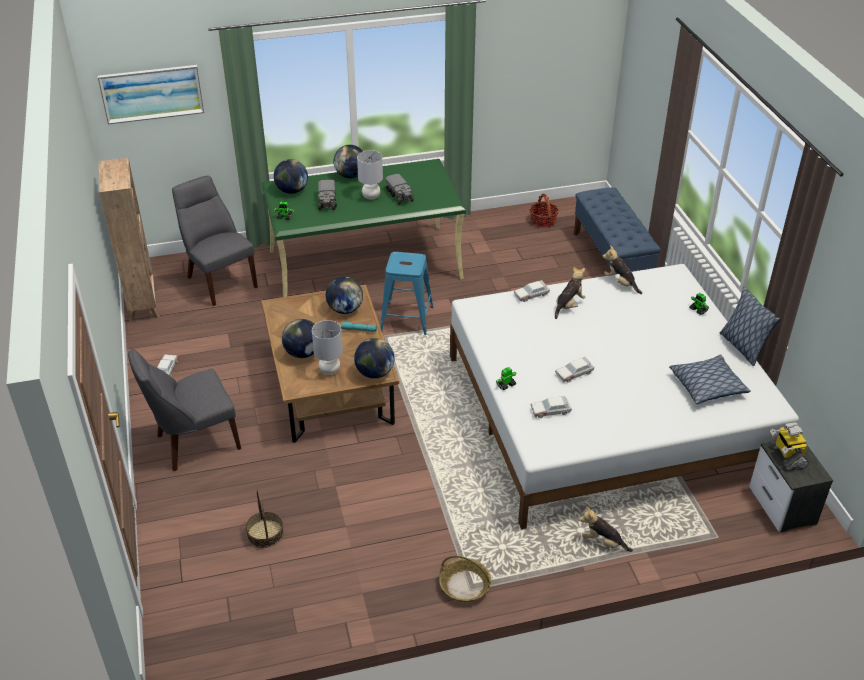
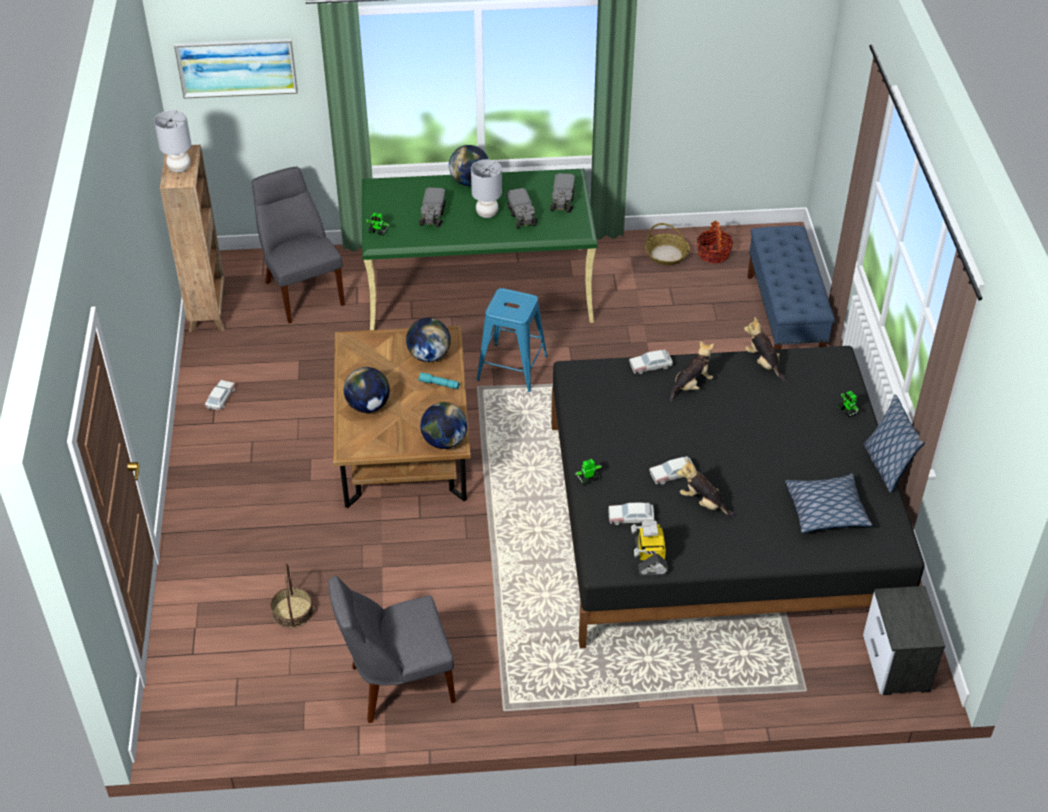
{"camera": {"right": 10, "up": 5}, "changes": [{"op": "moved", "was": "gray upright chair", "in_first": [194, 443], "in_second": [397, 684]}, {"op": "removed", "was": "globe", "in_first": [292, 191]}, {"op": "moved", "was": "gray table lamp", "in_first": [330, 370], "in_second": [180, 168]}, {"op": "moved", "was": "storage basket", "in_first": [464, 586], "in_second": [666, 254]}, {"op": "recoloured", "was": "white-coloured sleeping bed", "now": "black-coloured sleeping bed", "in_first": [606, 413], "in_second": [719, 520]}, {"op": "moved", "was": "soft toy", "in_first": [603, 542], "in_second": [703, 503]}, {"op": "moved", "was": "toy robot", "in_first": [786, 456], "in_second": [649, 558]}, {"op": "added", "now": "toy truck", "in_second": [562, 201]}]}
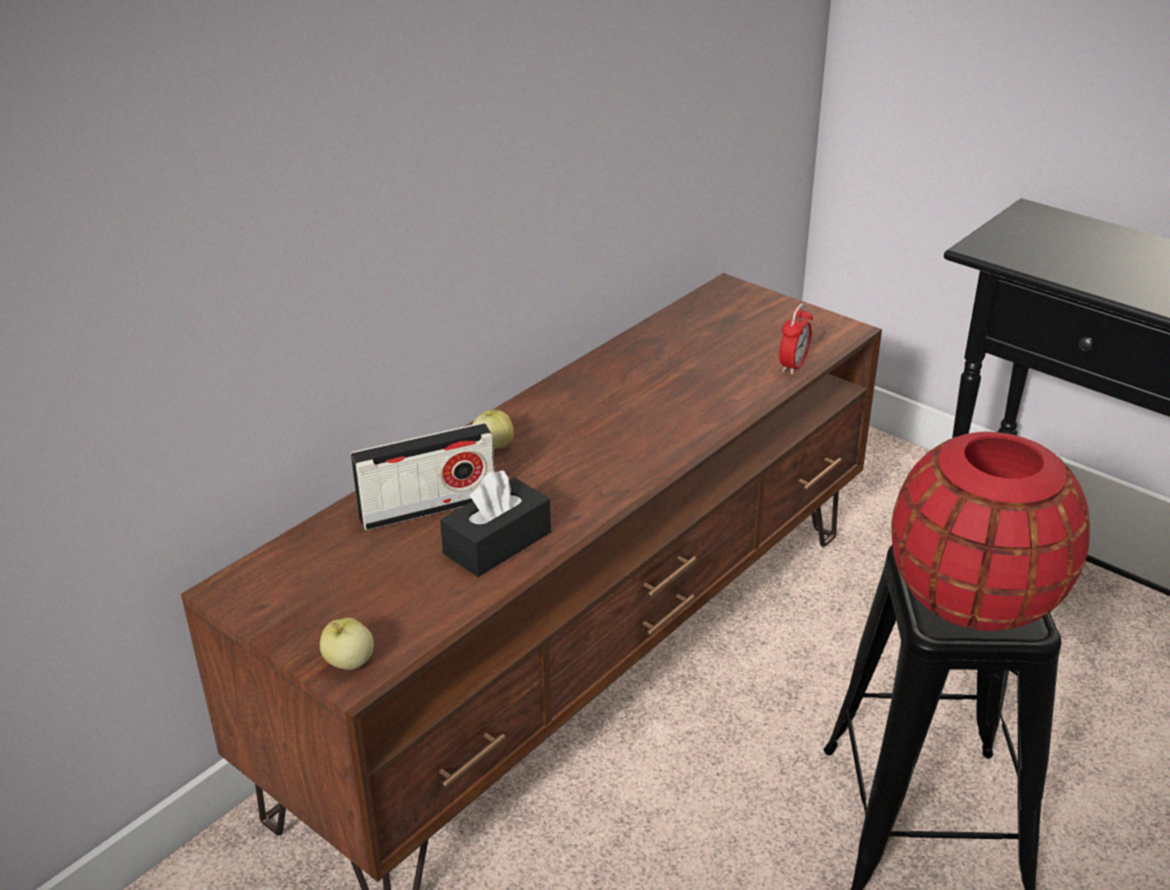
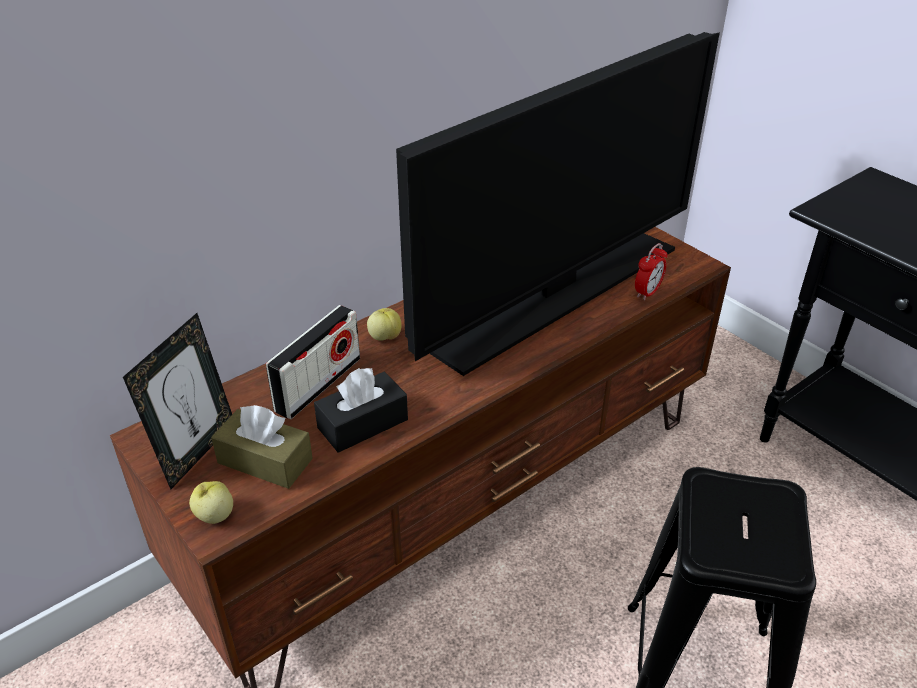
{"camera": {"right": 10, "up": 5}, "changes": [{"op": "turned", "was": "radio set", "in_first": [428, 507], "in_second": [318, 384], "clockwise": -45}, {"op": "removed", "was": "red-coloured decorative vase", "in_first": [975, 598]}, {"op": "added", "now": "photo frame", "in_second": [197, 452]}, {"op": "added", "now": "brown tissue holder", "in_second": [265, 461]}, {"op": "added", "now": "television", "in_second": [557, 296]}]}
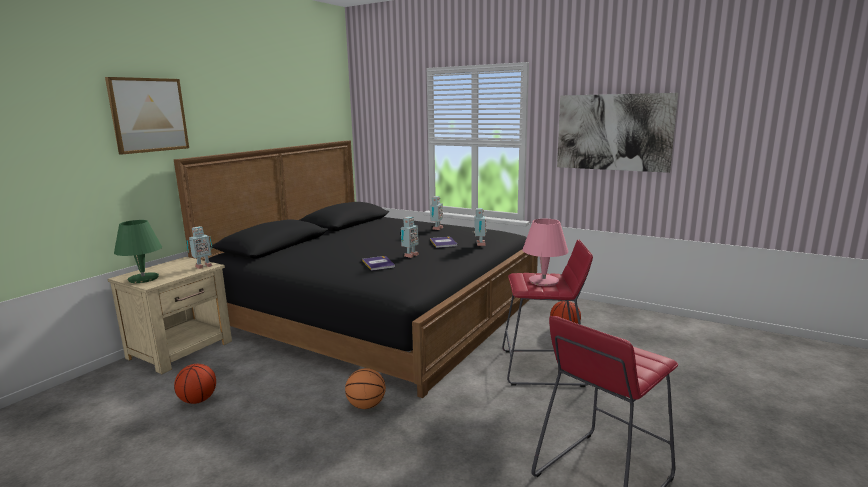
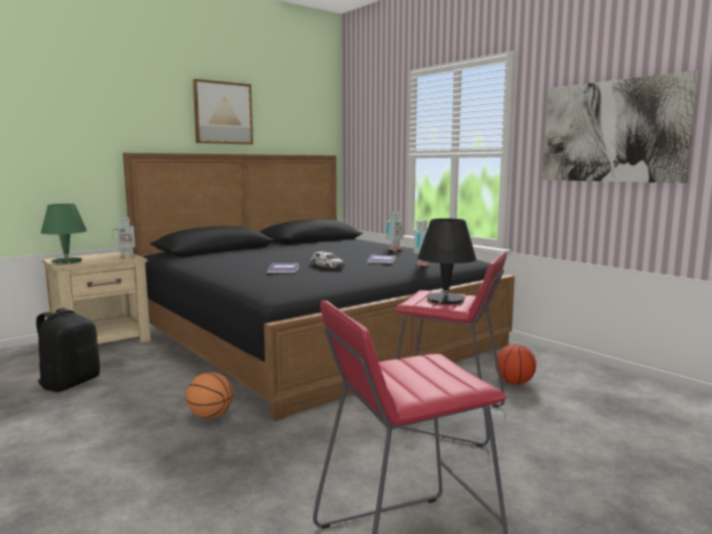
{"camera": {"right": 20, "up": -5}, "changes": [{"op": "moved", "was": "wall picture", "in_first": [148, 115], "in_second": [223, 113]}, {"op": "replaced", "was": "basketball ball", "now": "black-coloured rucksack", "in_first": [198, 400], "in_second": [70, 383]}, {"op": "replaced", "was": "toy robot", "now": "miniature car", "in_first": [410, 255], "in_second": [327, 266]}, {"op": "recoloured", "was": "pink-coloured table lamp", "now": "black-coloured table lamp", "in_first": [544, 281], "in_second": [446, 299]}]}
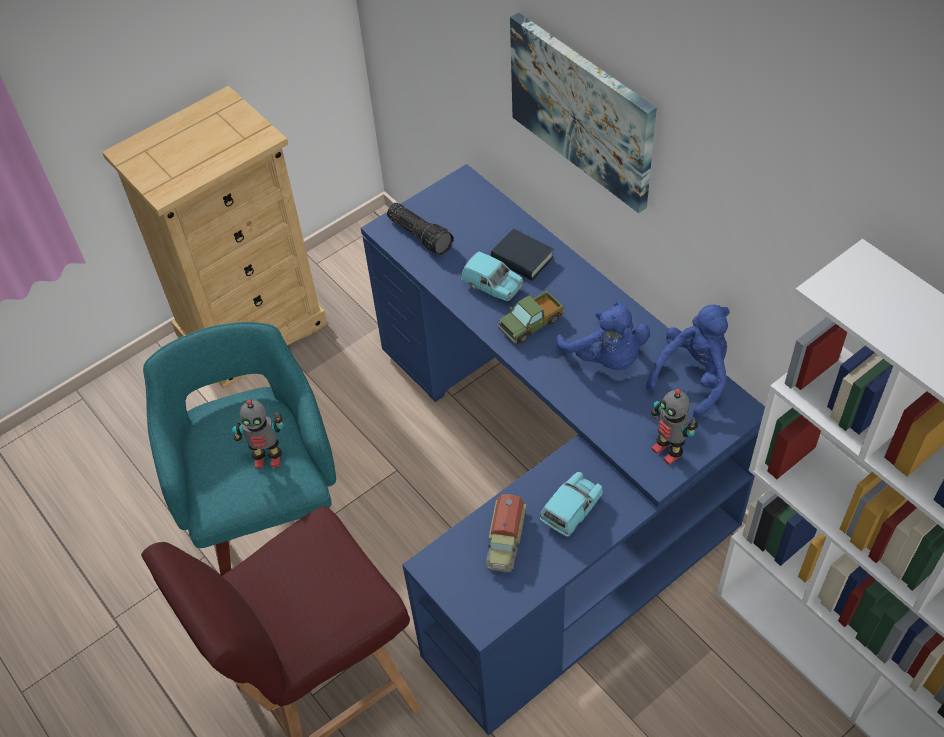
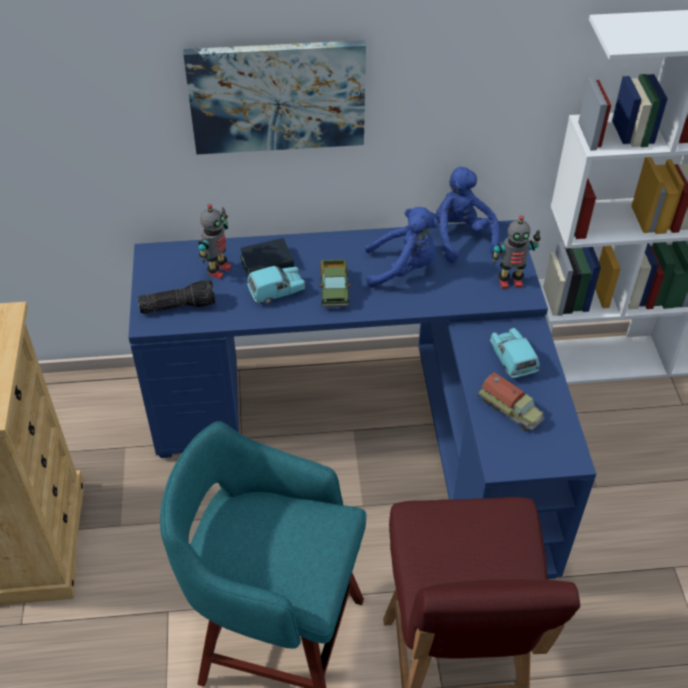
{"camera": {"right": -60, "up": -5}, "changes": [{"op": "moved", "was": "toy robot", "in_first": [268, 459], "in_second": [218, 270]}]}
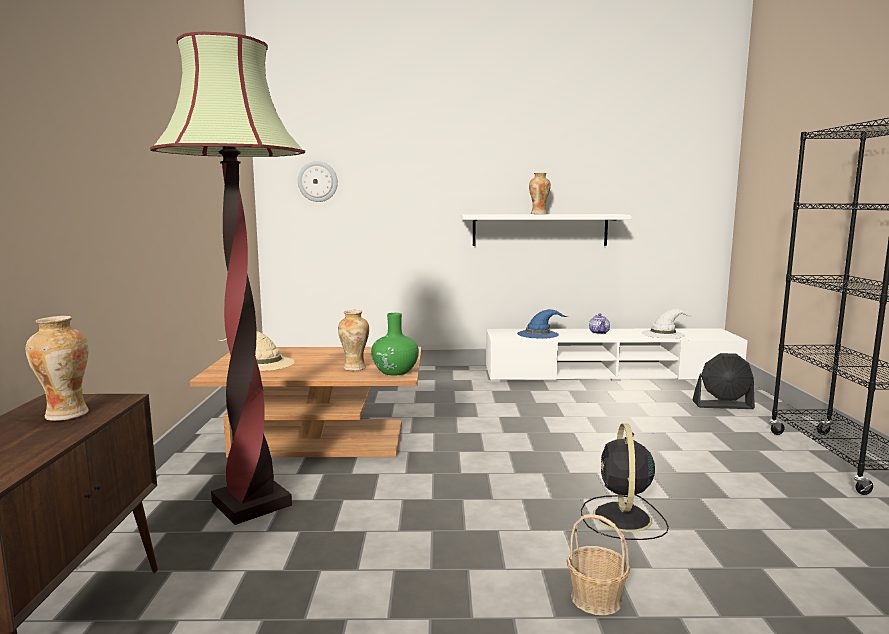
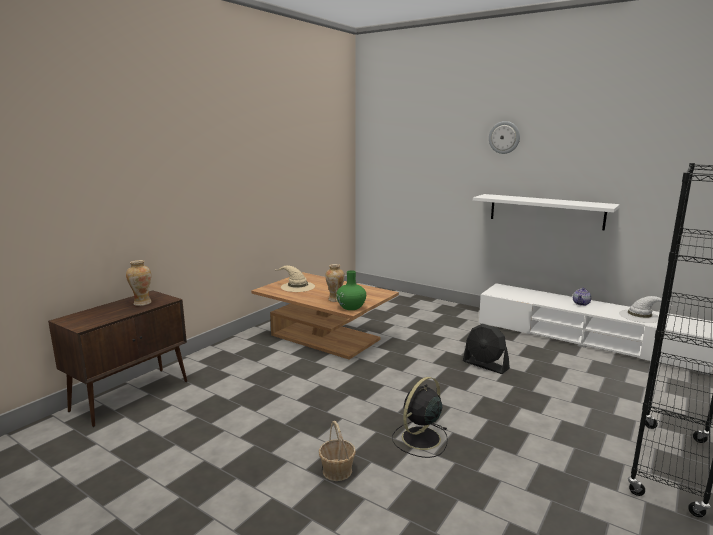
{"camera": {"right": 35, "up": 5}, "changes": [{"op": "removed", "was": "floor lamp", "in_first": [251, 503]}, {"op": "moved", "was": "wall clock", "in_first": [317, 181], "in_second": [504, 137]}, {"op": "removed", "was": "blue-coloured clothing hat", "in_first": [538, 334]}, {"op": "removed", "was": "decorative vase", "in_first": [539, 214]}, {"op": "moved", "was": "black-coloured cooling fan", "in_first": [723, 405], "in_second": [485, 365]}]}
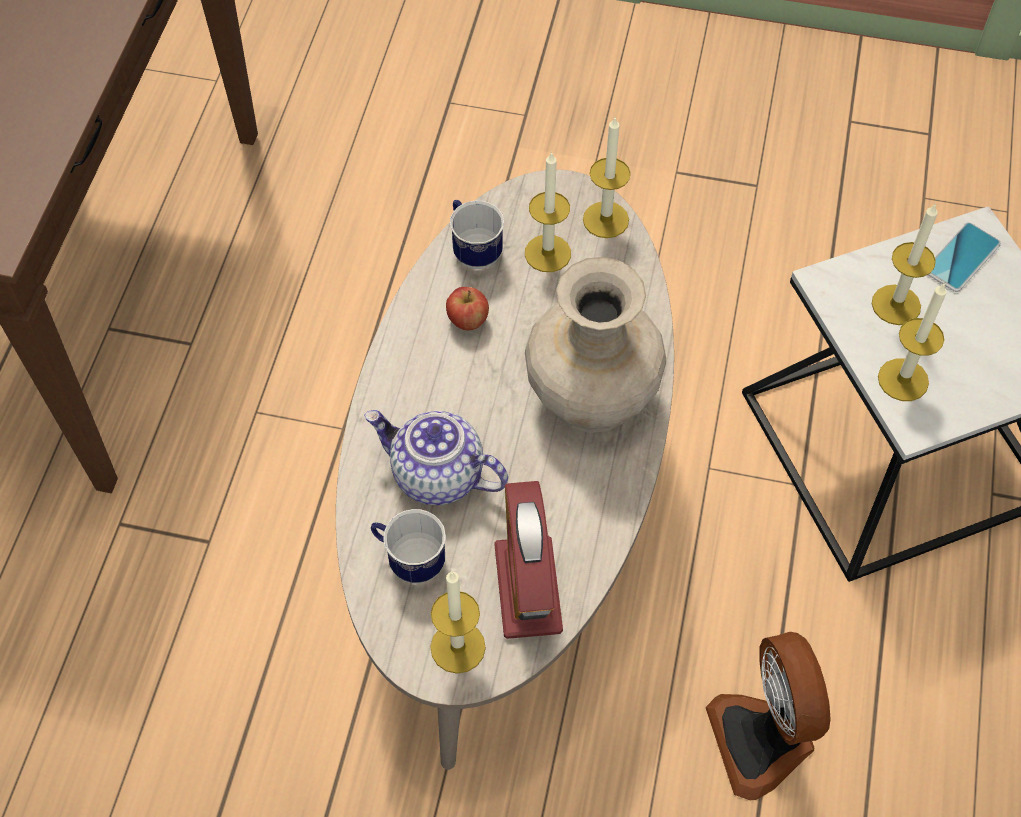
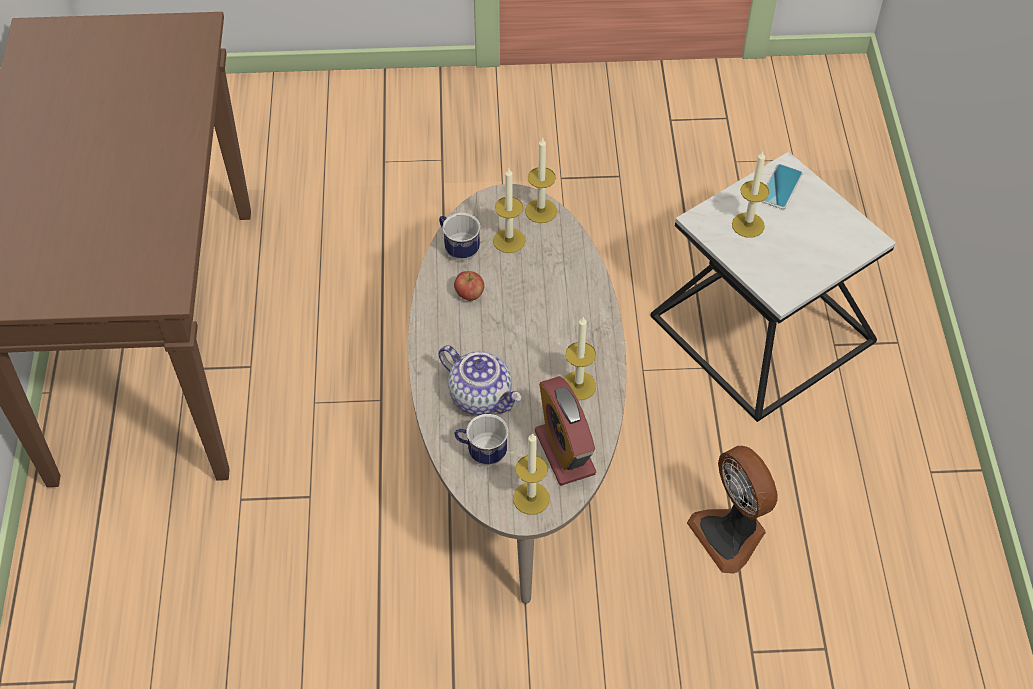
{"camera": {"right": -15, "up": -5}, "changes": [{"op": "turned", "was": "teapot", "in_first": [436, 475], "in_second": [481, 397], "clockwise": -150}, {"op": "removed", "was": "sand-coloured decorative vase", "in_first": [592, 396]}, {"op": "moved", "was": "wax light", "in_first": [903, 380], "in_second": [578, 385]}]}
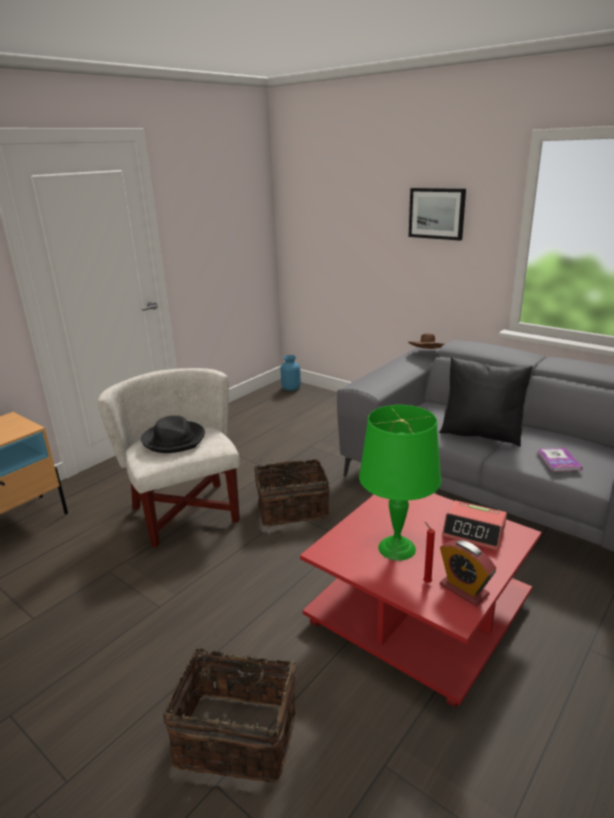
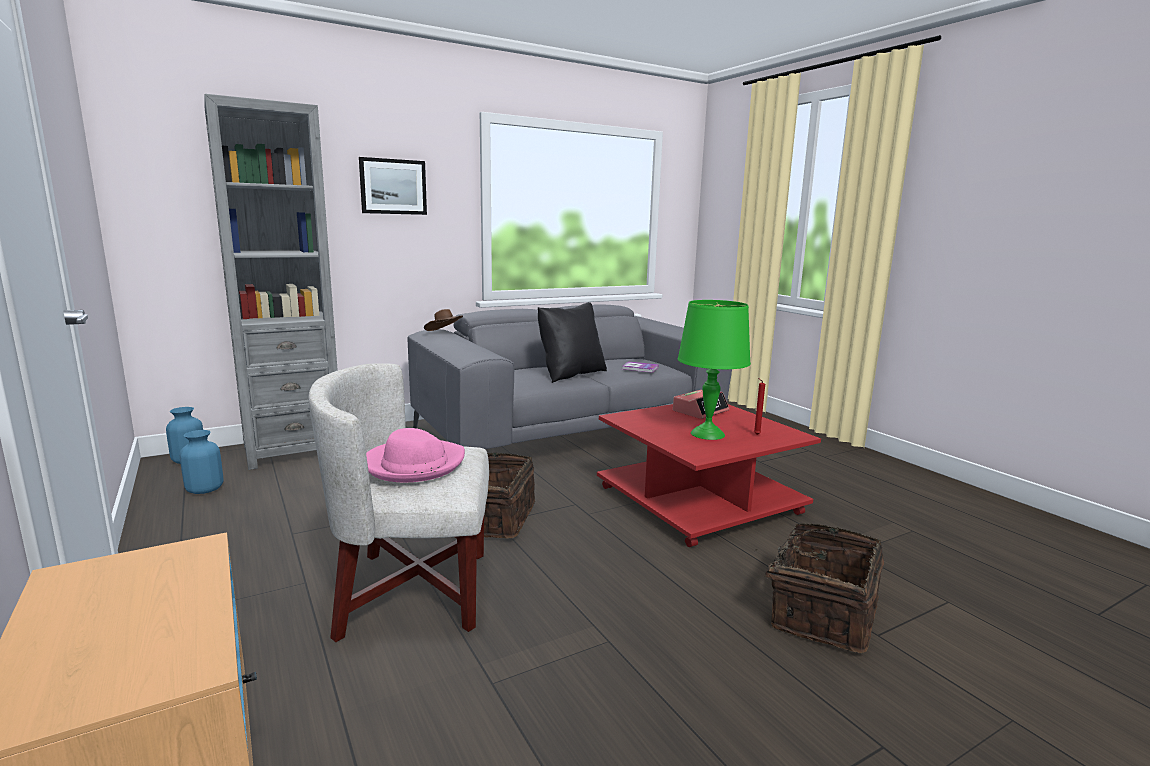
{"camera": {"right": -70, "up": -10}, "changes": [{"op": "recoloured", "was": "black-coloured clothing hat", "now": "pink-coloured clothing hat", "in_first": [174, 439], "in_second": [414, 464]}, {"op": "removed", "was": "table clock", "in_first": [464, 590]}, {"op": "added", "now": "blue-coloured decorative vase", "in_second": [204, 489]}, {"op": "added", "now": "gray bookshelf", "in_second": [293, 450]}]}
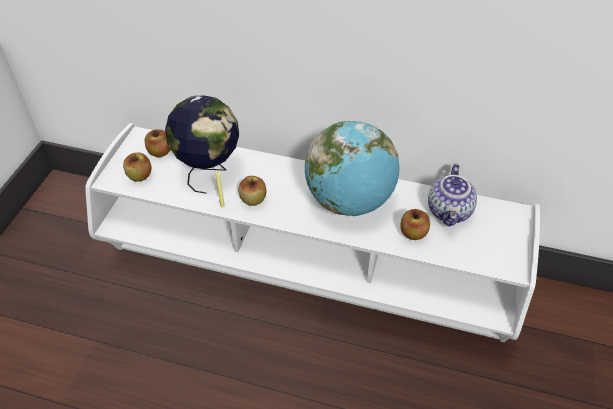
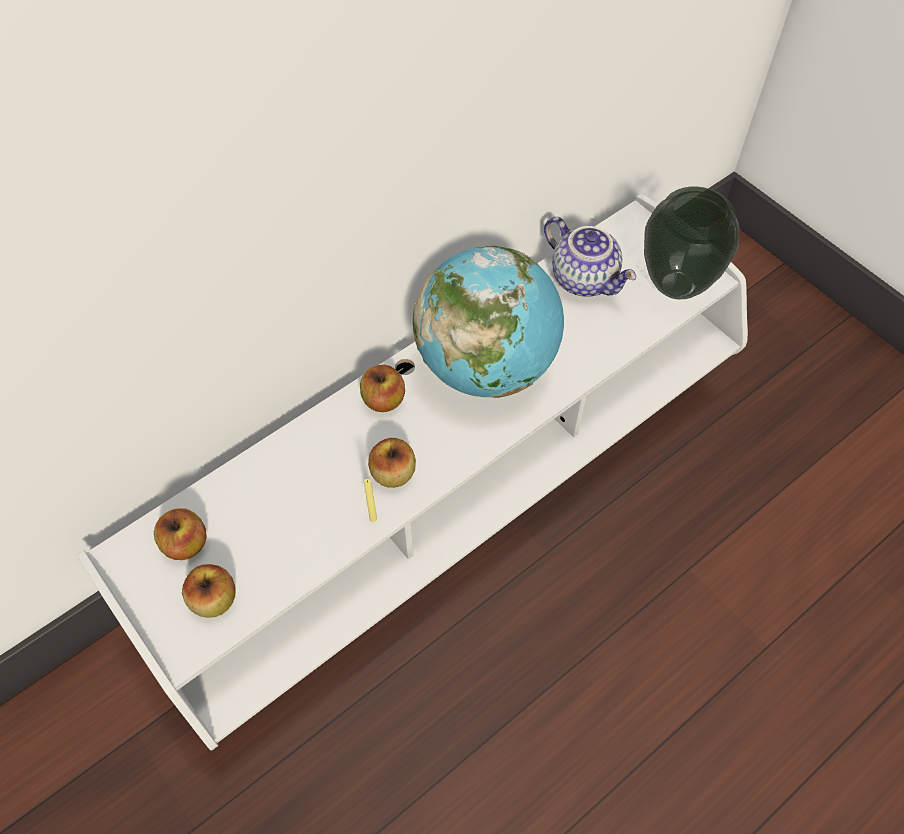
{"camera": {"right": -55, "up": 10}, "changes": [{"op": "removed", "was": "globe", "in_first": [209, 171]}, {"op": "moved", "was": "apple fruit", "in_first": [413, 233], "in_second": [384, 400]}, {"op": "added", "now": "decorative vase", "in_second": [674, 285]}]}
